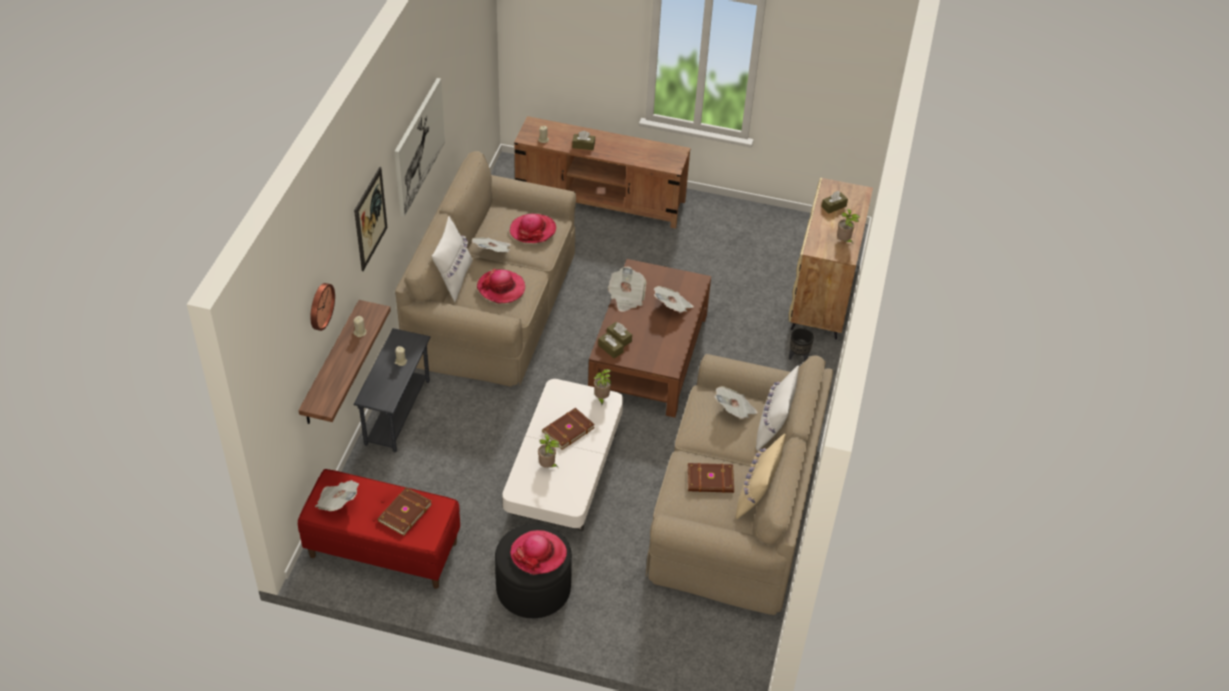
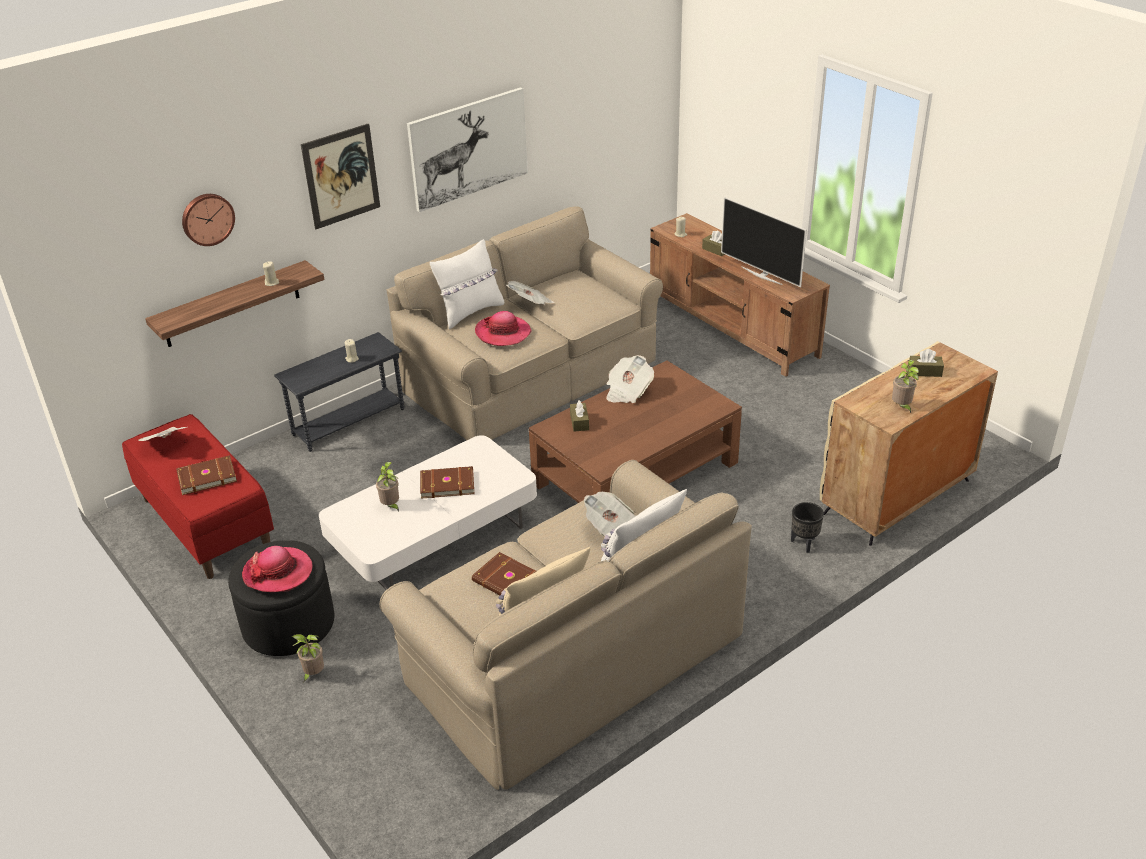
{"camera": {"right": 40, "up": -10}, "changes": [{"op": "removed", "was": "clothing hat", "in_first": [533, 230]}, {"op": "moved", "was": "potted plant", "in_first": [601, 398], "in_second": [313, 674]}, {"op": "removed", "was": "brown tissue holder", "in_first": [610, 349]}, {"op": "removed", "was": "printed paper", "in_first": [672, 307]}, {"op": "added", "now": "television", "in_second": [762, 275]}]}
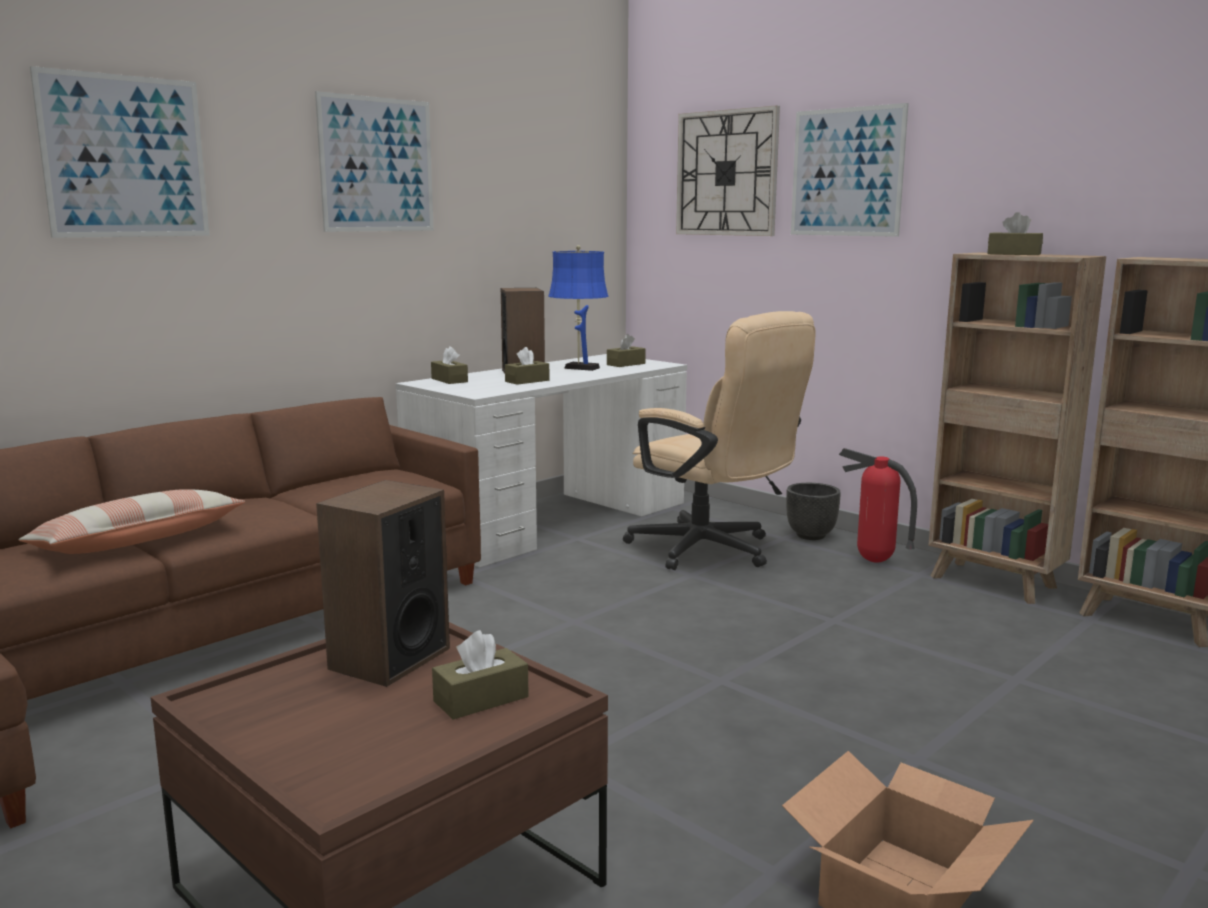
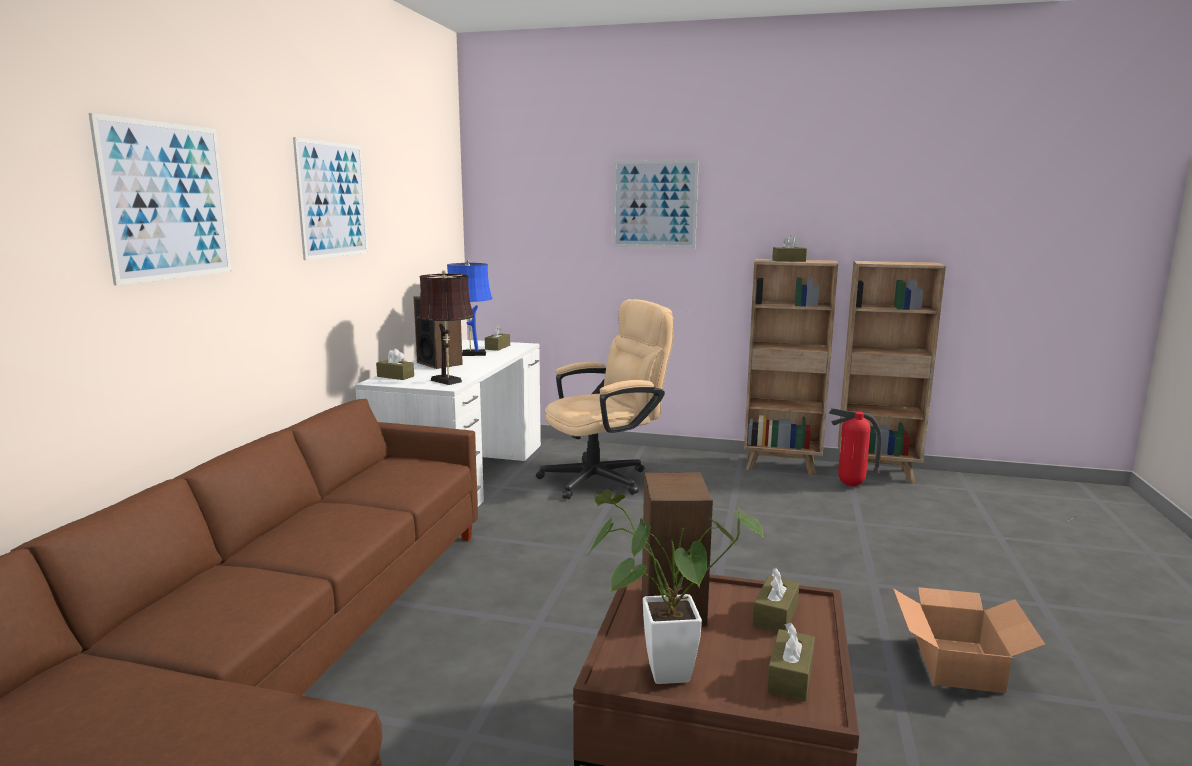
{"camera": {"right": -30, "up": 0}, "changes": [{"op": "removed", "was": "throw pillow", "in_first": [138, 542]}, {"op": "moved", "was": "brown tissue holder", "in_first": [527, 381], "in_second": [790, 677]}, {"op": "turned", "was": "sand-coloured computer chair", "in_first": [712, 552], "in_second": [604, 478], "clockwise": -45}, {"op": "removed", "was": "wall clock", "in_first": [726, 173]}, {"op": "removed", "was": "black-coloured planter", "in_first": [811, 536]}, {"op": "moved", "was": "extinguisher", "in_first": [874, 561], "in_second": [851, 485]}, {"op": "added", "now": "brown table lamp", "in_second": [448, 381]}, {"op": "added", "now": "potted plant", "in_second": [657, 673]}]}
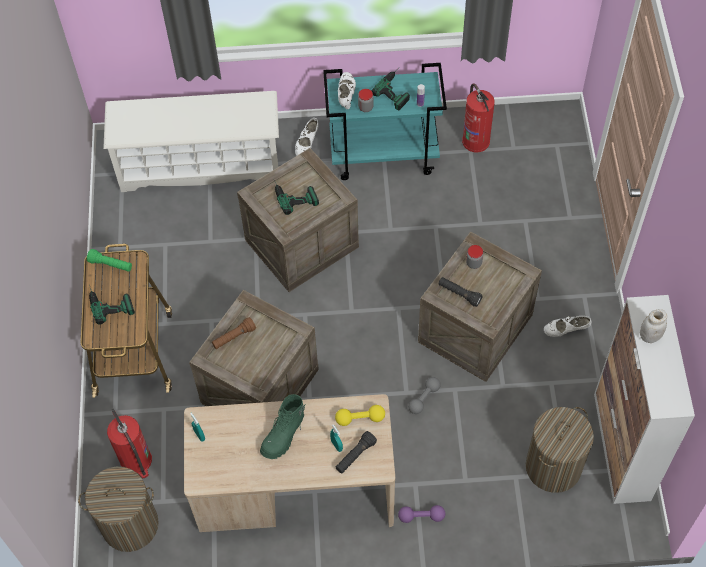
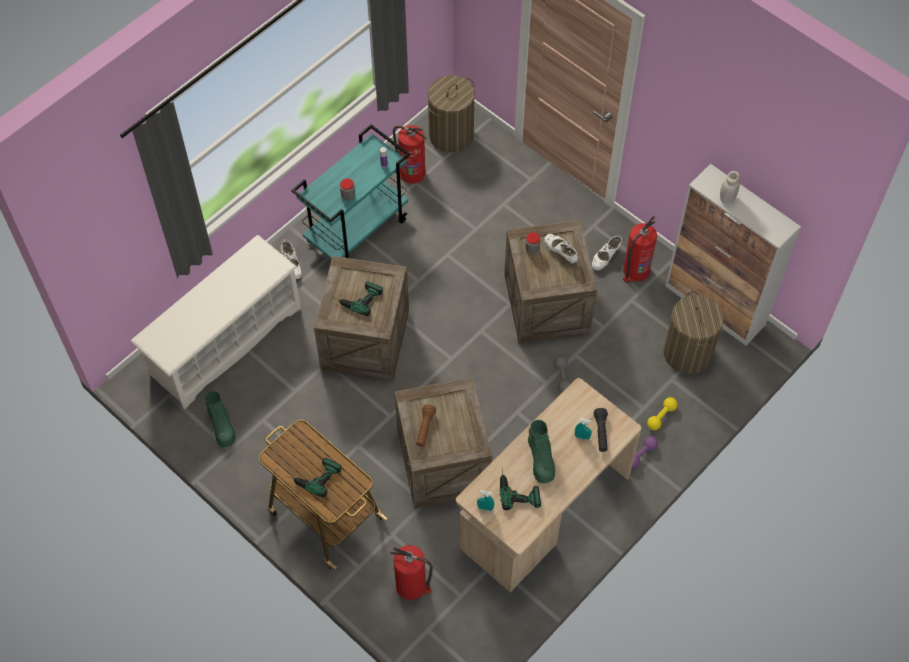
{"camera": {"right": -45, "up": 0}, "changes": [{"op": "moved", "was": "laundry basket", "in_first": [130, 524], "in_second": [451, 135]}, {"op": "removed", "was": "green flashlight", "in_first": [111, 265]}, {"op": "moved", "was": "yellow-coloured dumbbell", "in_first": [360, 418], "in_second": [661, 416]}, {"op": "moved", "was": "white-coloured low shoe", "in_first": [346, 95], "in_second": [560, 253]}, {"op": "moved", "was": "electric drill", "in_first": [396, 89], "in_second": [518, 488]}, {"op": "removed", "was": "black-coloured flashlight", "in_first": [459, 294]}, {"op": "added", "now": "green high-top boot", "in_second": [222, 426]}, {"op": "added", "now": "extinguisher", "in_second": [635, 270]}]}
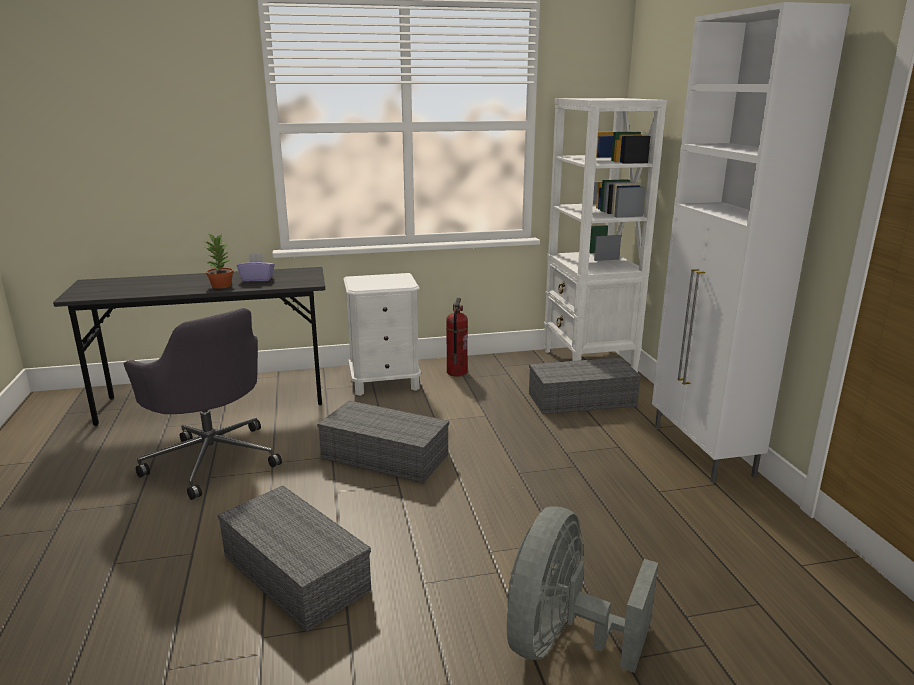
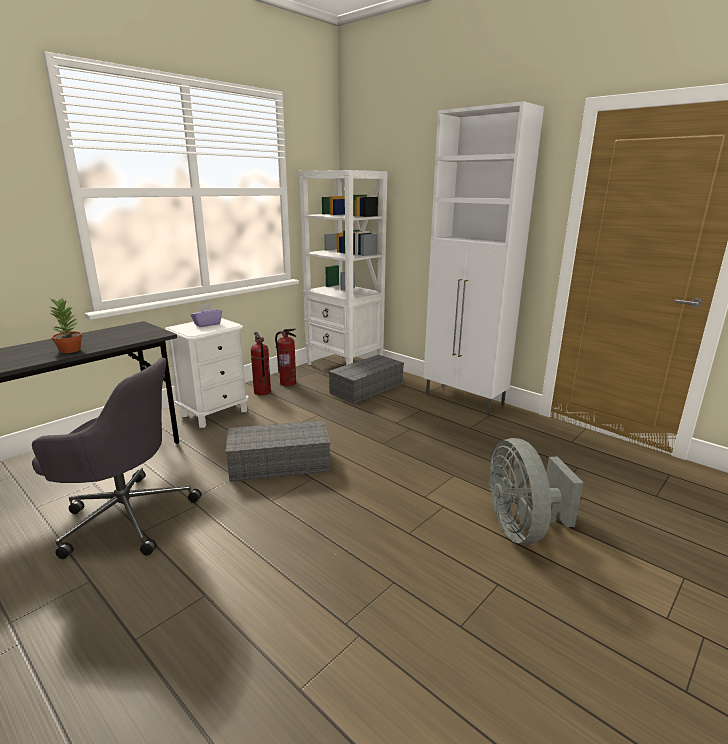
{"camera": {"right": -35, "up": 0}, "changes": [{"op": "removed", "was": "gray storage container", "in_first": [292, 572]}, {"op": "moved", "was": "purple-coloured tissue holder", "in_first": [257, 279], "in_second": [207, 324]}, {"op": "added", "now": "extinguisher", "in_second": [288, 383]}]}
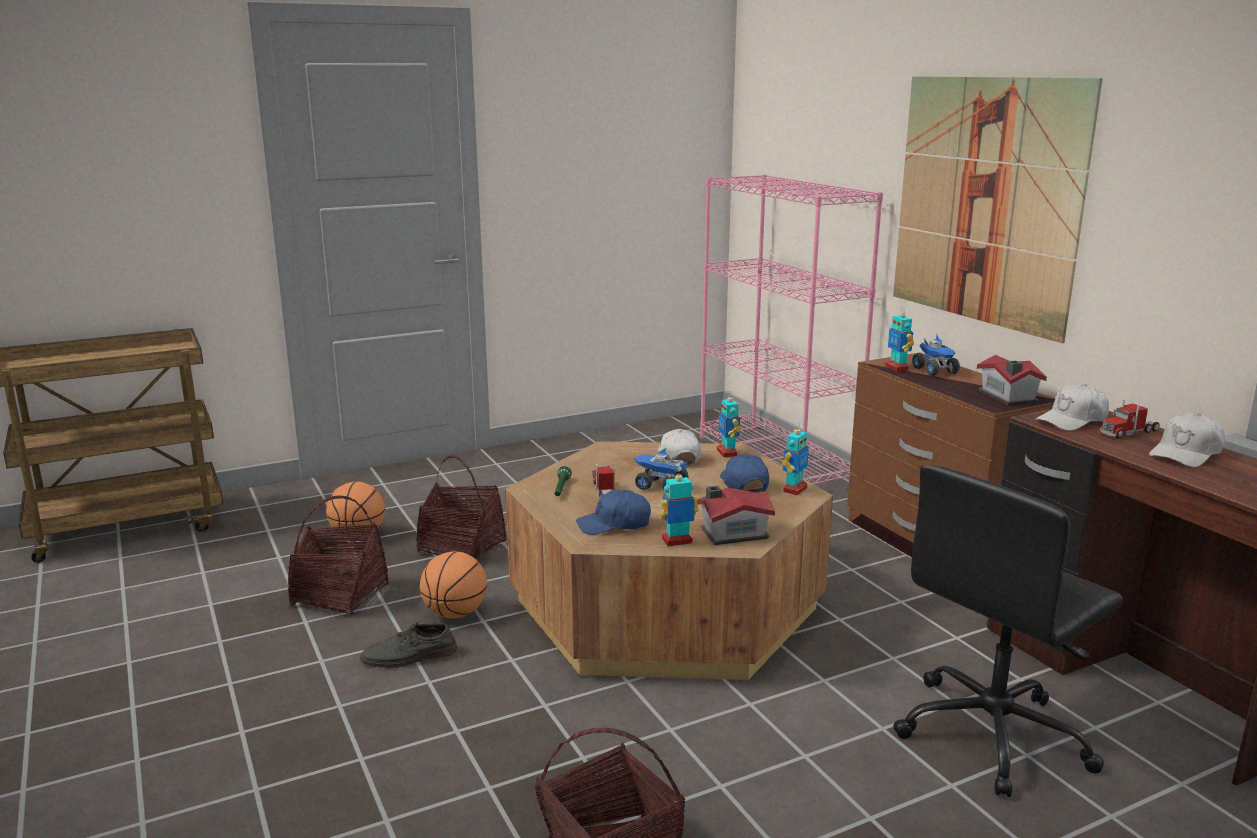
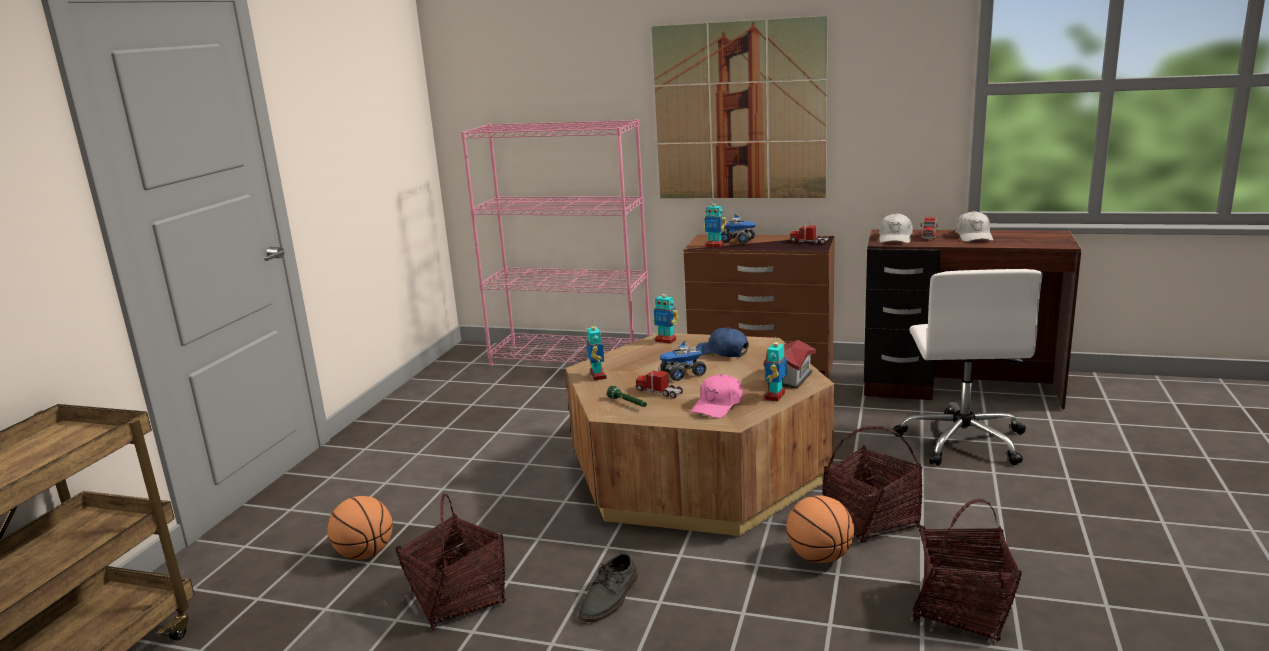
{"camera": {"right": -45, "up": 0}, "changes": [{"op": "moved", "was": "storage basket", "in_first": [462, 548], "in_second": [871, 520]}, {"op": "moved", "was": "basketball ball", "in_first": [455, 614], "in_second": [819, 557]}, {"op": "recoloured", "was": "blue-coloured cap", "now": "pink-coloured cap", "in_first": [614, 524], "in_second": [718, 405]}, {"op": "removed", "was": "white-coloured cap", "in_first": [678, 457]}, {"op": "moved", "was": "toy robot", "in_first": [794, 489], "in_second": [597, 376]}, {"op": "recoloured", "was": "black-coloured computer chair", "now": "white-coloured computer chair", "in_first": [994, 734], "in_second": [962, 441]}, {"op": "replaced", "was": "toy house", "now": "toy truck", "in_first": [1007, 397], "in_second": [809, 242]}]}
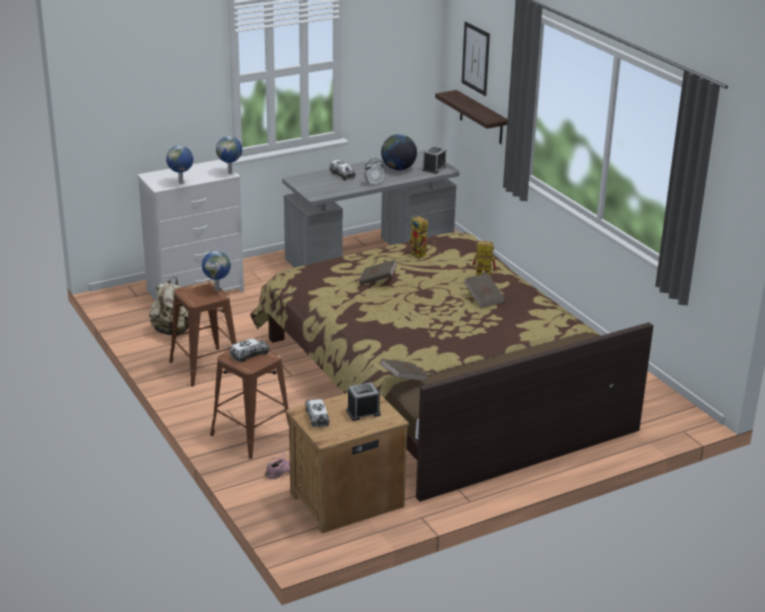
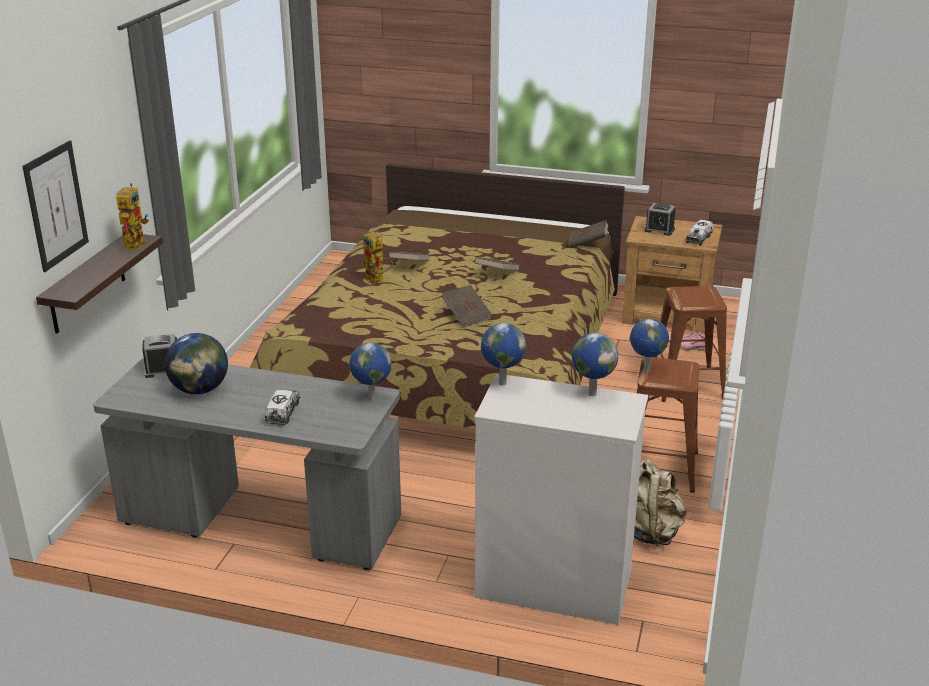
{"camera": {"right": -135, "up": 0}, "changes": [{"op": "removed", "was": "toy truck", "in_first": [249, 355]}, {"op": "removed", "was": "table clock", "in_first": [373, 183]}, {"op": "moved", "was": "toy robot", "in_first": [421, 256], "in_second": [135, 243]}, {"op": "added", "now": "globe", "in_second": [371, 398]}, {"op": "added", "now": "brown volume", "in_second": [497, 273]}]}
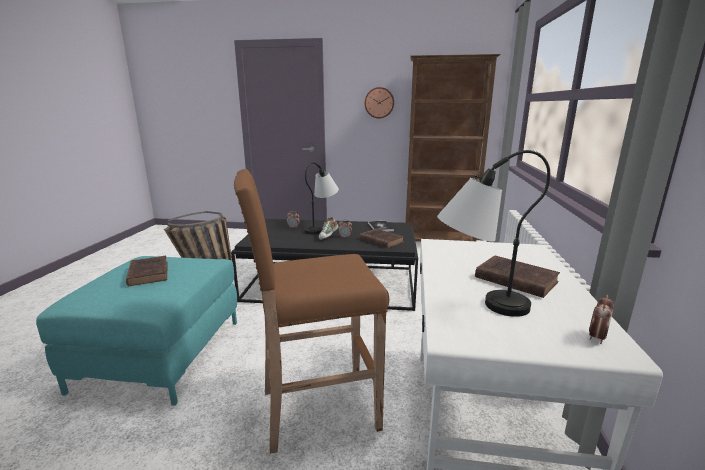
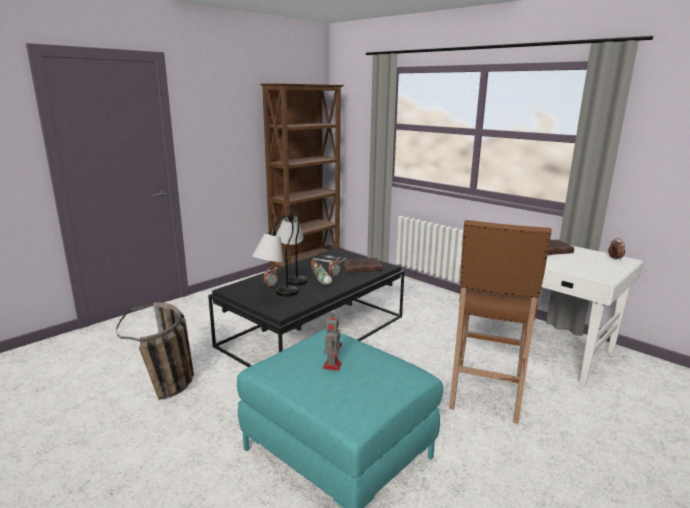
{"camera": {"right": -55, "up": 0}, "changes": [{"op": "replaced", "was": "brown volume", "now": "toy robot", "in_first": [148, 273], "in_second": [332, 365]}, {"op": "removed", "was": "wall clock", "in_first": [379, 103]}, {"op": "moved", "was": "table lamp", "in_first": [477, 305], "in_second": [276, 297]}]}
